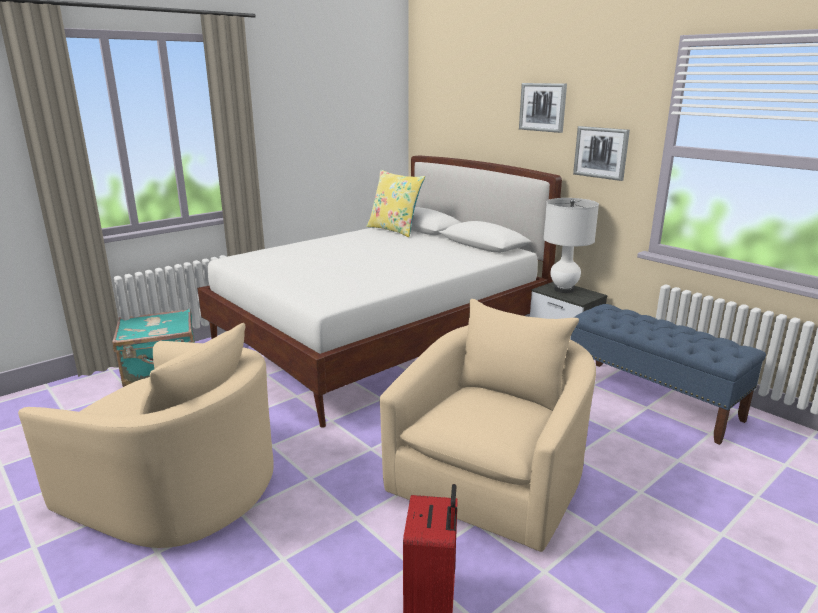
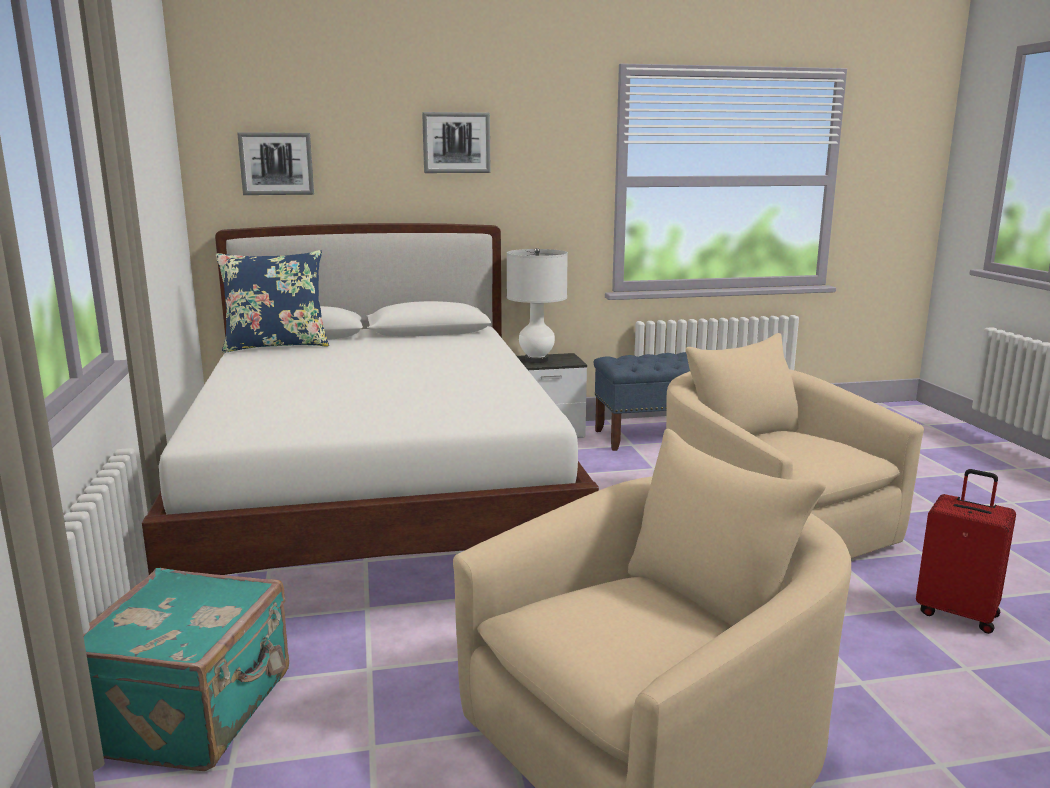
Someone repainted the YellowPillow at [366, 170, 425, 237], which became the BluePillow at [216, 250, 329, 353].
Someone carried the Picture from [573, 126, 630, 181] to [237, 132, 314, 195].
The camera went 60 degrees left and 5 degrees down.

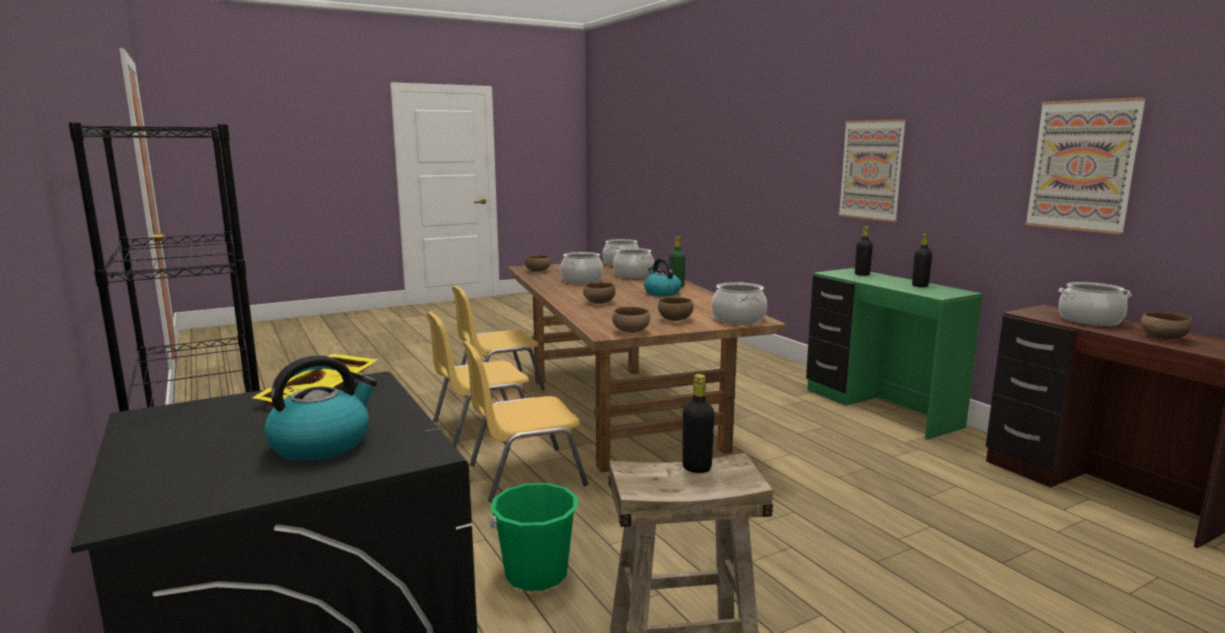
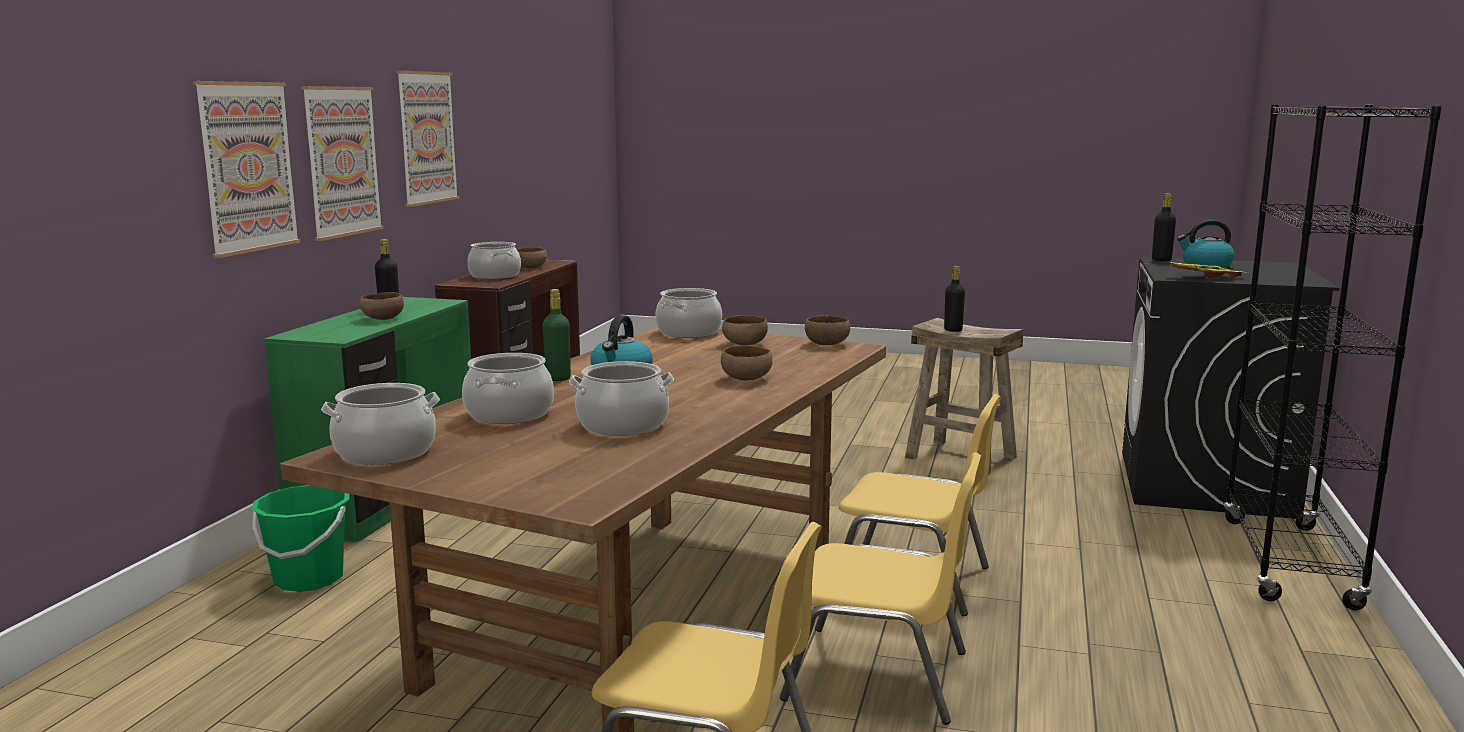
Someone carried the GreenBucket from [489, 483, 578, 591] to [251, 485, 349, 592].
Someone carried the BrownBowl from [525, 255, 551, 272] to [360, 292, 404, 320].
Someone carried the BlackBottle from [855, 226, 873, 276] to [1152, 193, 1176, 261].
Someone put up the Picture at [301, 86, 384, 241].
The camera went 135 degrees left and 0 degrees up.

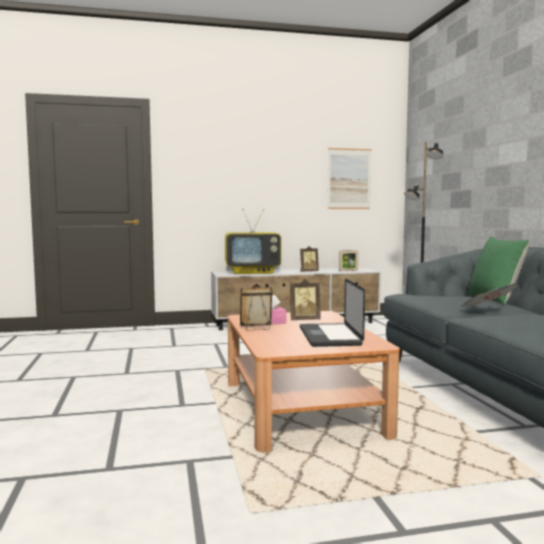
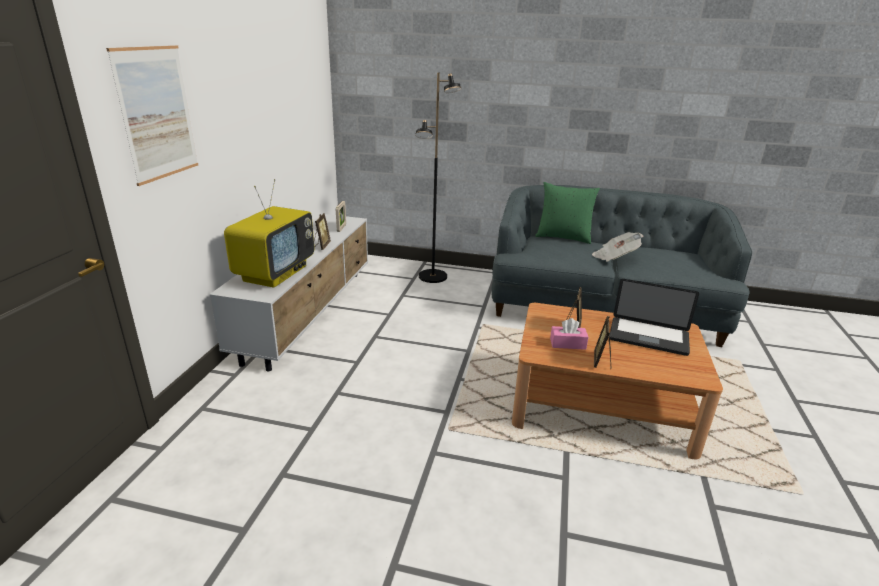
Someone carried the Picture from [327, 148, 371, 209] to [106, 45, 198, 186].
The camera went 65 degrees left and 20 degrees up.

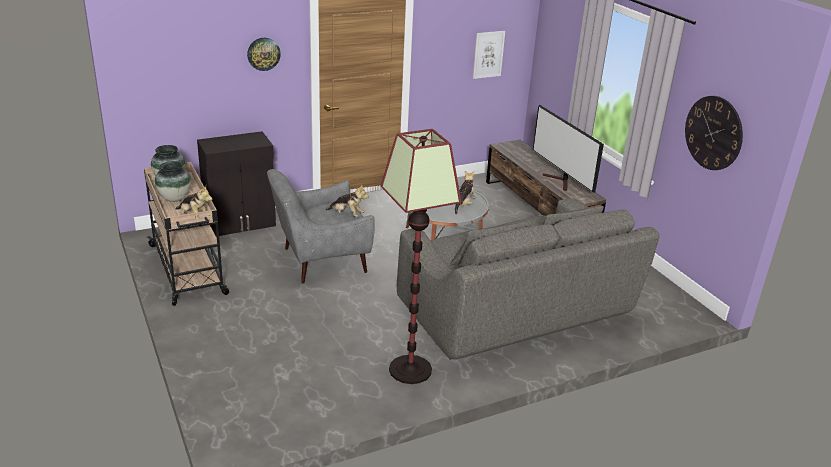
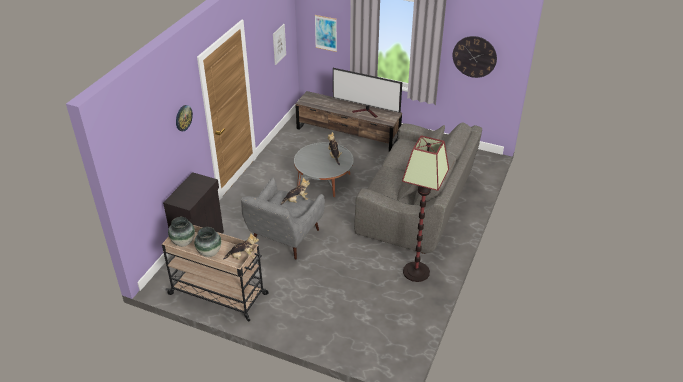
Someone put up the Picture at [315, 15, 337, 52].
The camera went 40 degrees left and 10 degrees up.

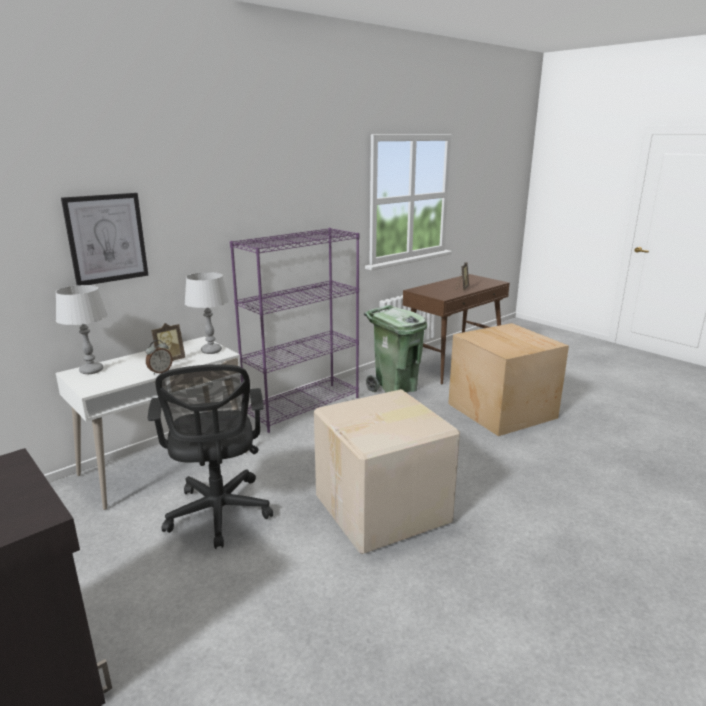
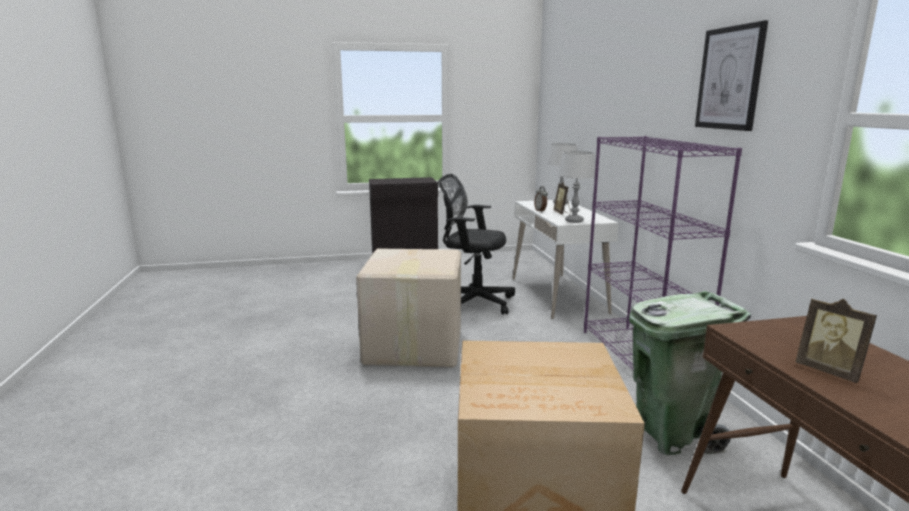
Someone carried the Picture from [61, 193, 148, 285] to [695, 20, 768, 131].
The camera went 120 degrees right and 5 degrees down.

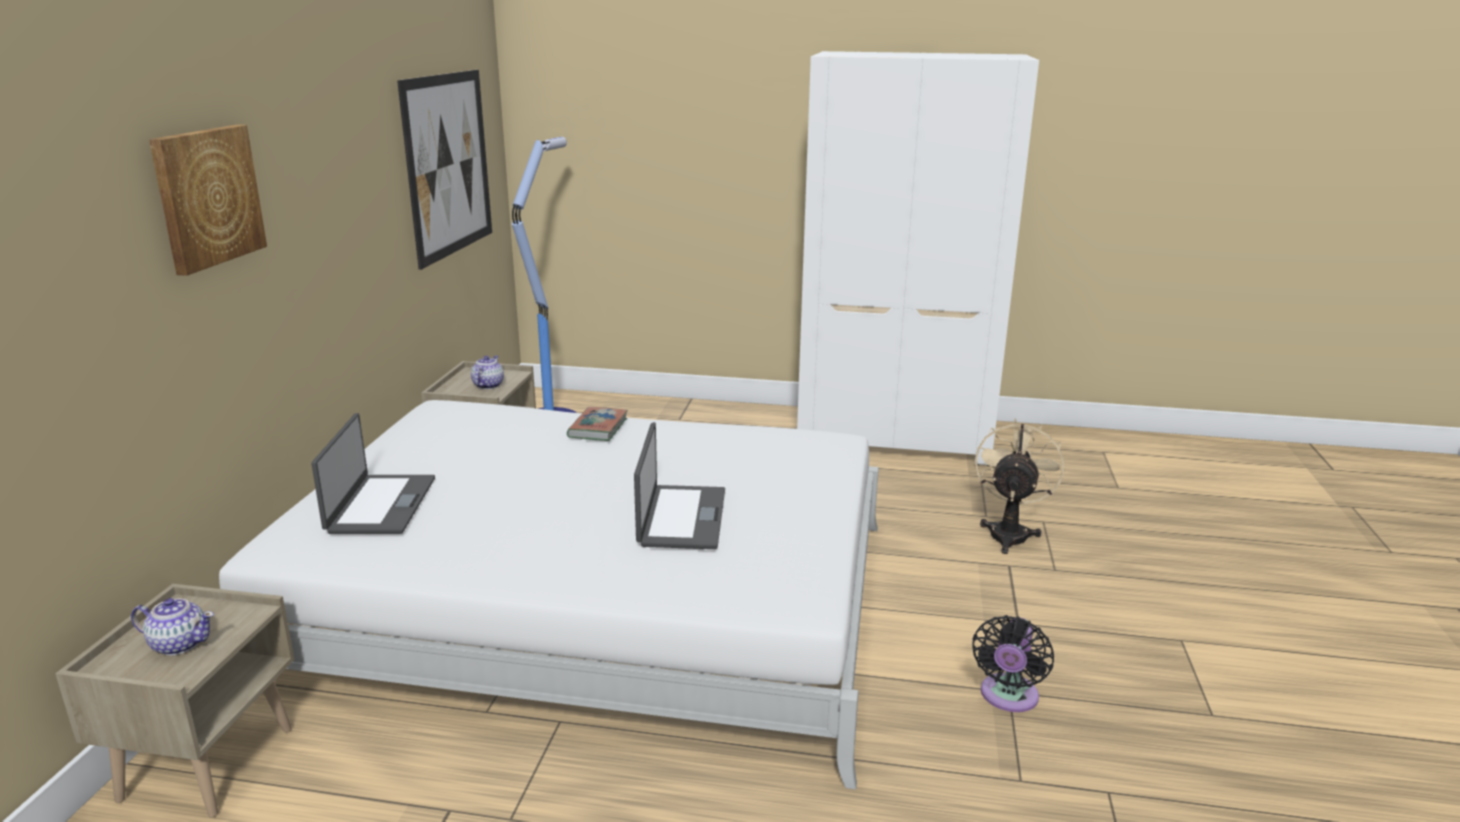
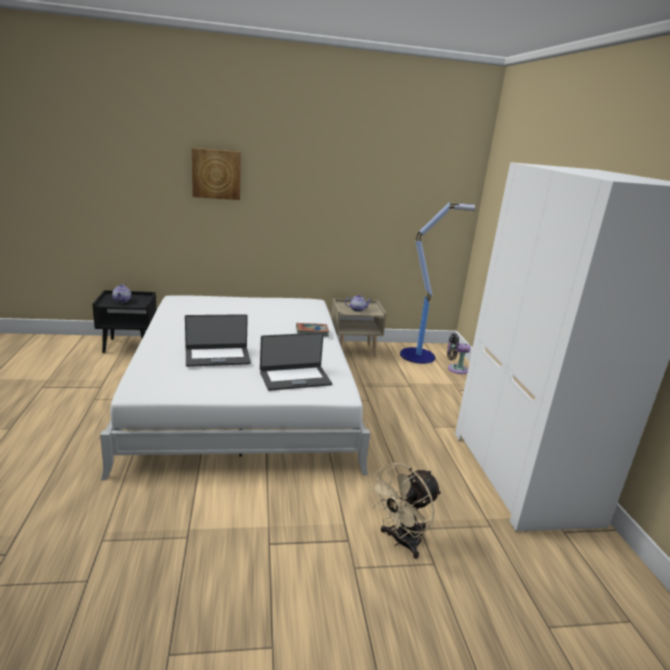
Someone repainted the BeigeNightstand at [55, 584, 295, 818], which became the BlackNightstand at [92, 290, 157, 353].
Someone carried the Laptop from [311, 413, 435, 534] to [260, 333, 332, 391].
Someone took away the Picture at [397, 70, 492, 270].
Someone carried the BlackFan from [972, 615, 1054, 712] to [447, 333, 470, 374].
Someone rotated the BeigeFan at [975, 418, 1064, 554] by 135 degrees clockwise.
The camera went 70 degrees right and 0 degrees up.

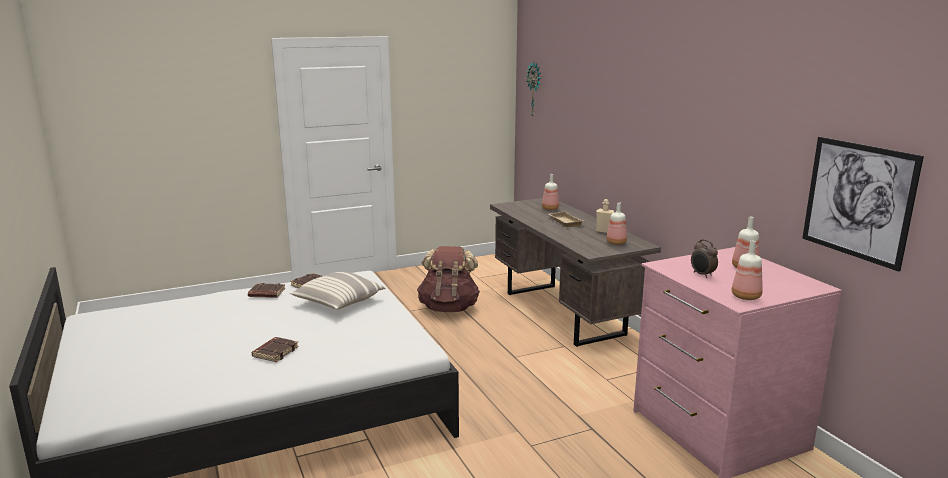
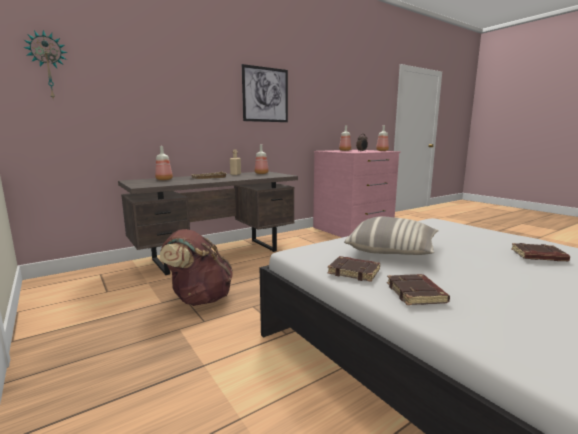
Someone carried the Picture from [803, 137, 924, 272] to [242, 64, 288, 122].
The camera went 100 degrees left and 5 degrees down.

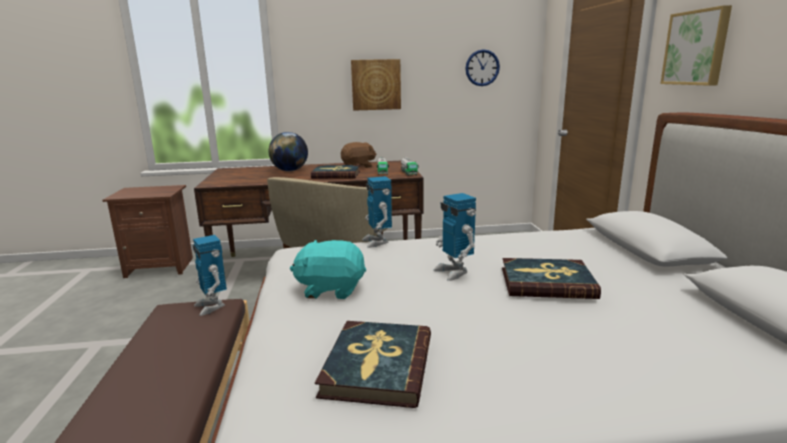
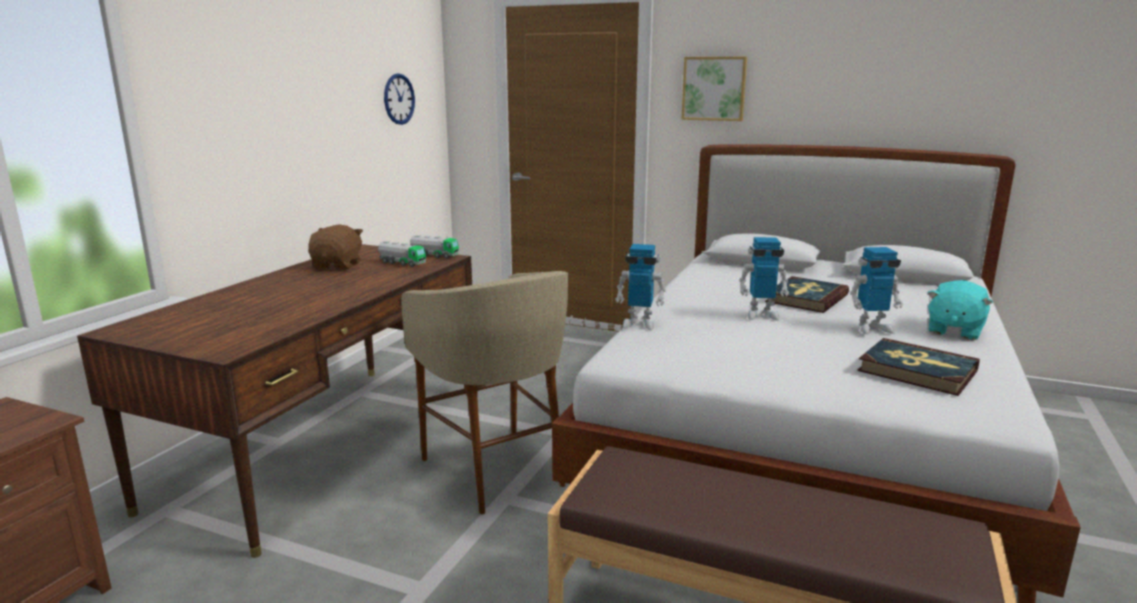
Someone carried the ToyRobot from [193, 235, 227, 316] to [850, 247, 903, 335].
Someone took away the Globe at [269, 132, 308, 171].
Someone carried the TurquoisePlushToy from [290, 240, 366, 299] to [927, 280, 993, 340].
Someone took away the Book at [311, 165, 360, 179].
Someone took away the Picture at [351, 59, 401, 111].
The camera went 60 degrees left and 0 degrees up.

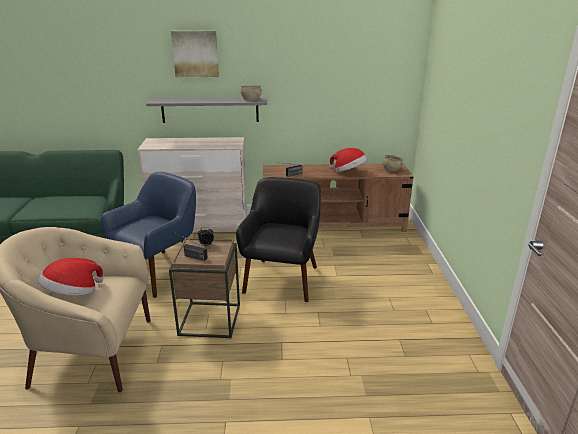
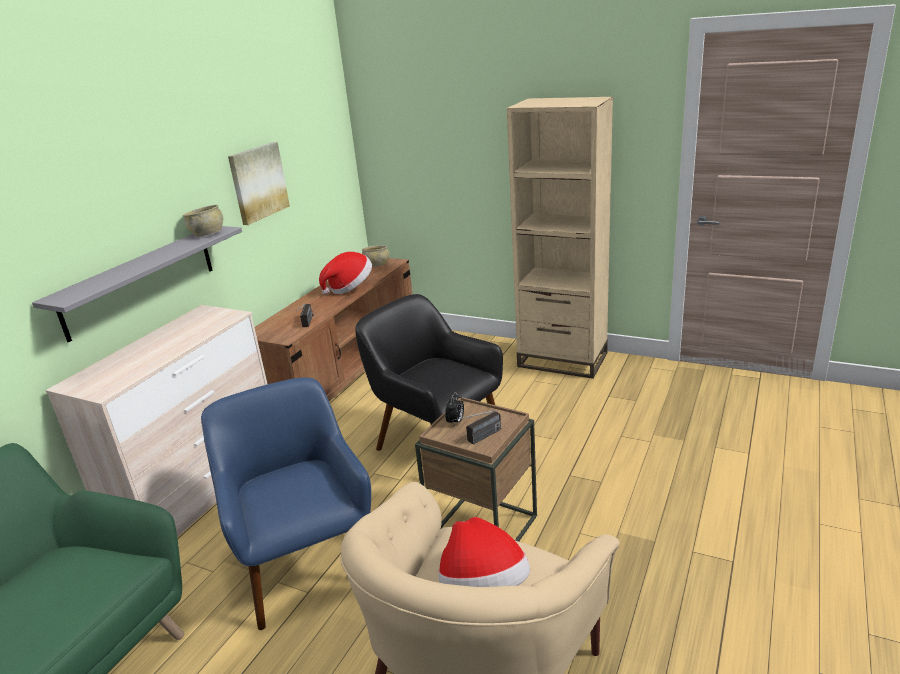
Someone carried the Picture from [171, 31, 219, 77] to [228, 142, 290, 225].
Someone put down the BeigeBookcase at [507, 97, 613, 379].
The camera went 60 degrees left and 0 degrees up.

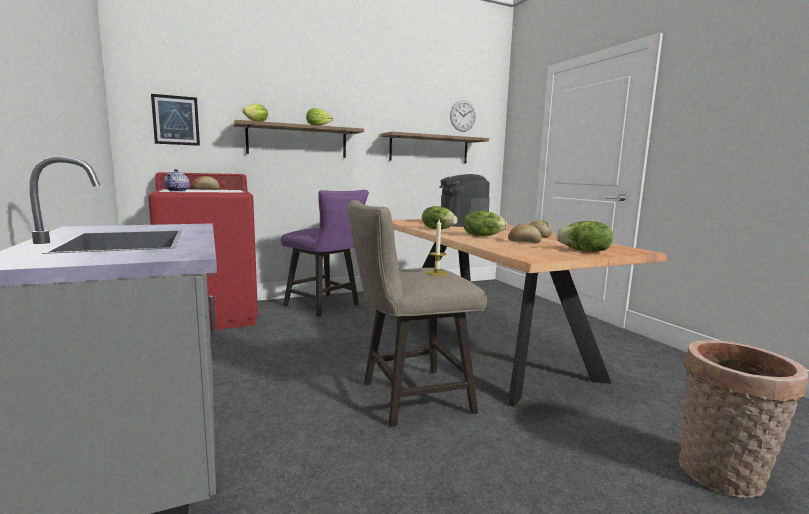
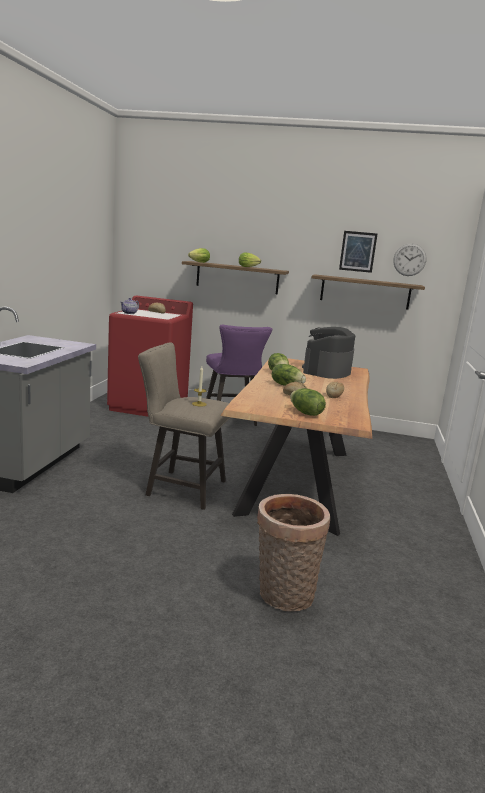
Someone carried the Picture from [151, 94, 200, 146] to [339, 231, 377, 273].
The camera went 35 degrees right and 5 degrees up.

